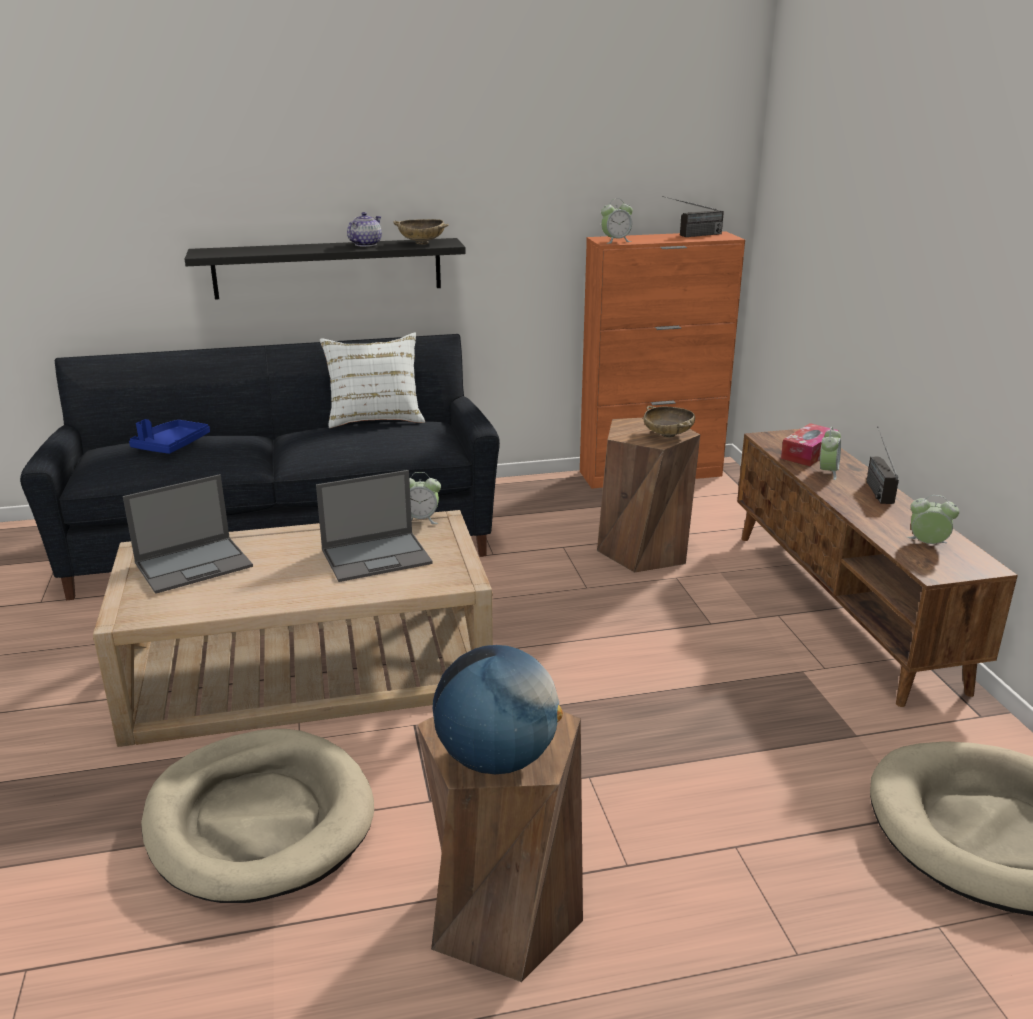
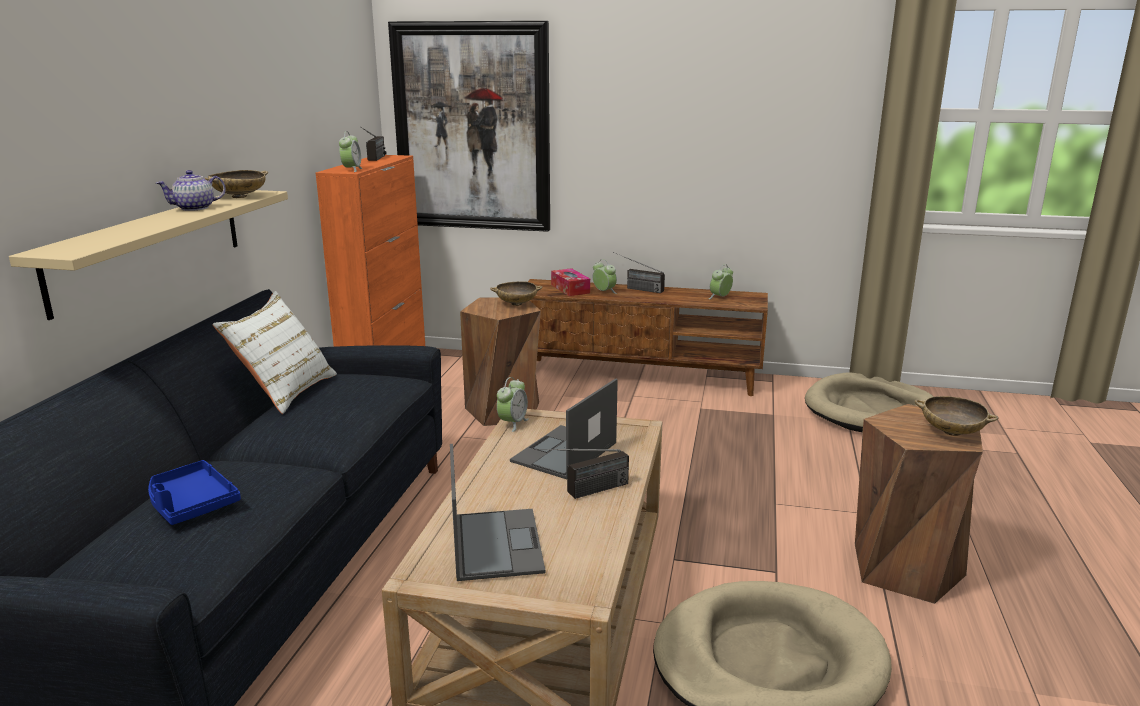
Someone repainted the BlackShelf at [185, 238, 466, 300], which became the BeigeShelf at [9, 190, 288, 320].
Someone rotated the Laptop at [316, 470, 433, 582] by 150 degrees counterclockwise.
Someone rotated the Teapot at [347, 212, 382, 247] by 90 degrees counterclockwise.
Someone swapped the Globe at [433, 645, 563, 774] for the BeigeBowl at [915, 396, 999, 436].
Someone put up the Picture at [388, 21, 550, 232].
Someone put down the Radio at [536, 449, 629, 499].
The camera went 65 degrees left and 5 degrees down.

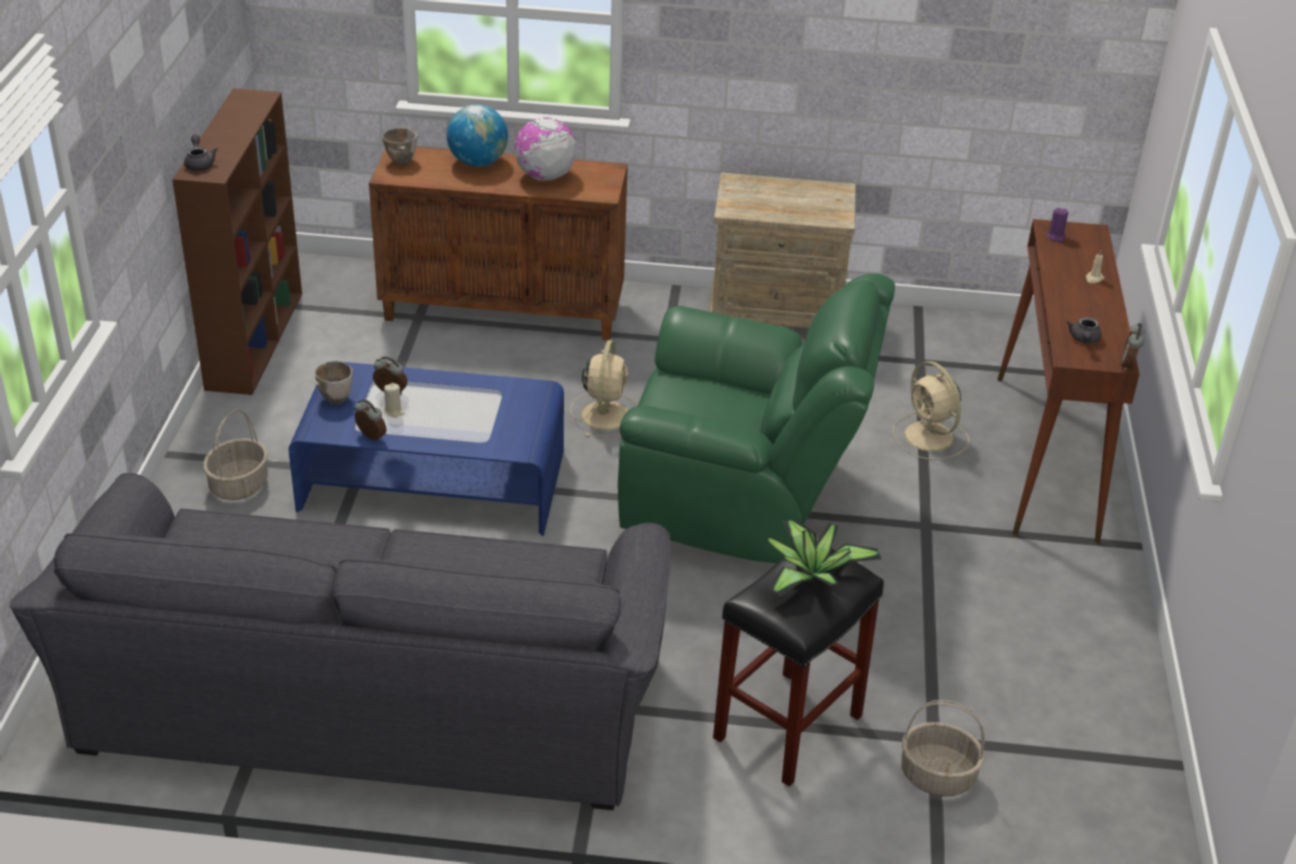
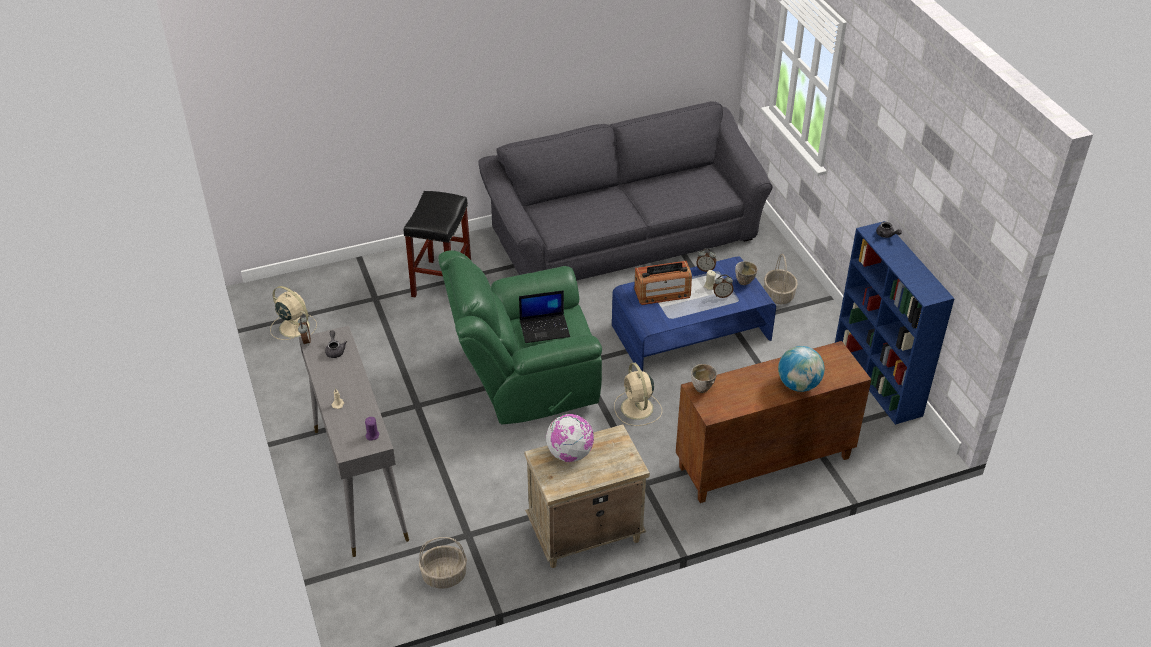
Someone repainted the BrownBookcase at [172, 88, 302, 395], which became the BlueBookcase at [835, 221, 955, 425].
Someone carried the Bowl from [382, 127, 417, 166] to [691, 364, 717, 393].
Someone carried the Globe from [514, 118, 577, 181] to [546, 414, 594, 462].
Someone took away the PottedPlant at [766, 519, 881, 597].
Someone carried the BeigeFan from [892, 361, 969, 460] to [270, 286, 317, 340].
Someone carried the Basket from [901, 700, 985, 796] to [419, 537, 467, 588].
Someone repainted the BrownConsoleTable at [997, 219, 1140, 544], which became the GreyConsoleTable at [299, 326, 409, 557].
Someone put down the Laptop at [519, 290, 570, 343].
Someone put down the Radio at [634, 261, 692, 305].
The camera went 155 degrees right and 5 degrees up.

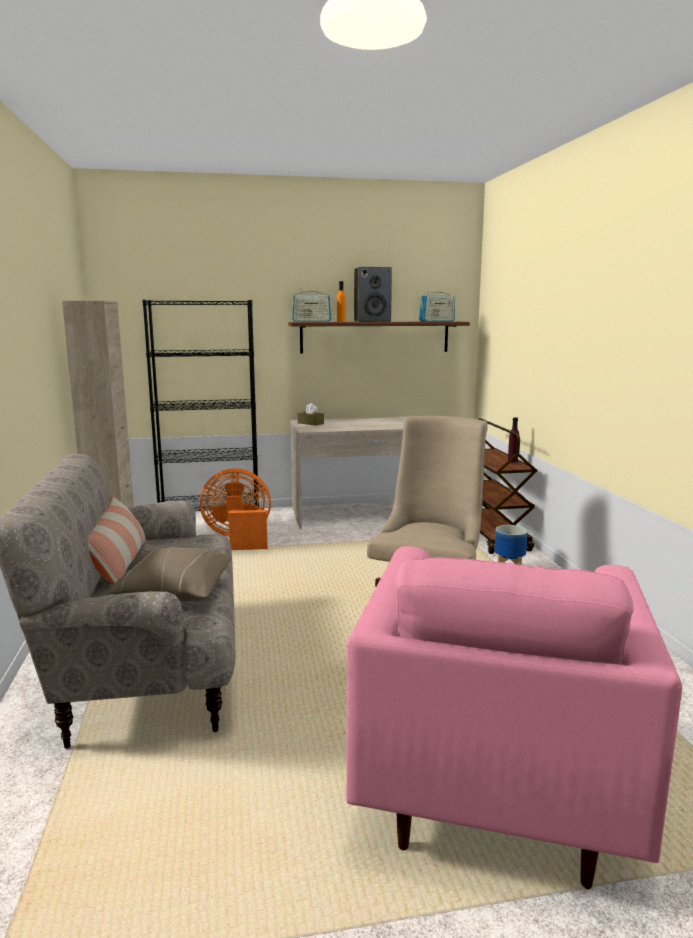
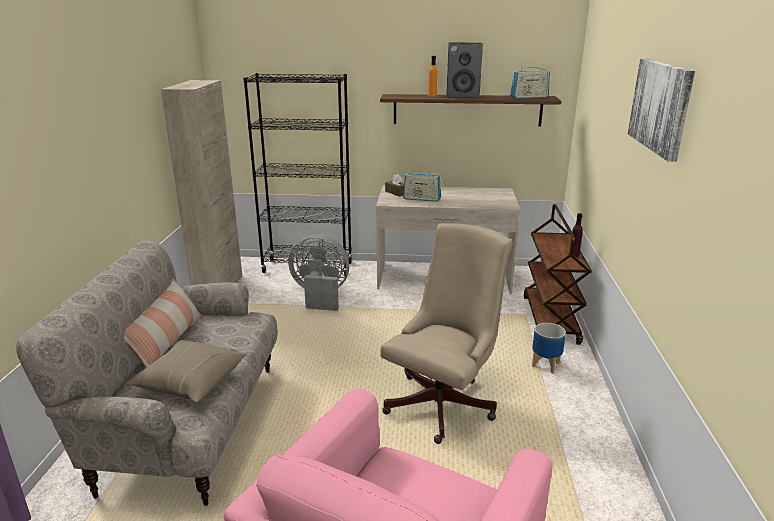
Someone repainted the OrangeFan at [200, 468, 271, 550], which became the GreyFan at [288, 234, 349, 311].
Someone carried the Radio from [292, 288, 331, 322] to [403, 168, 441, 202].
Someone put up the Picture at [628, 59, 695, 162].
The camera went 15 degrees right and 10 degrees up.

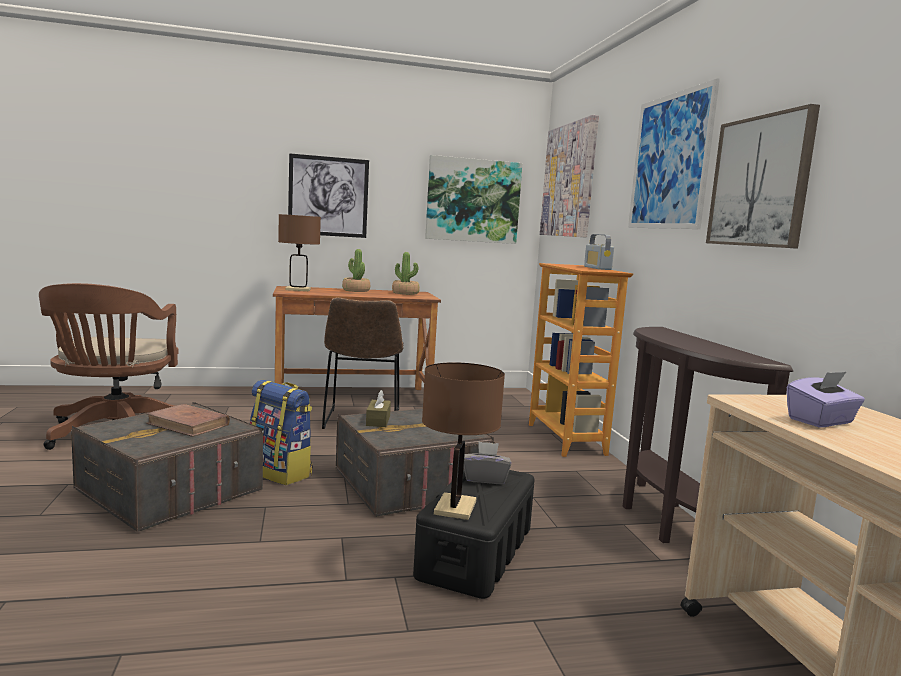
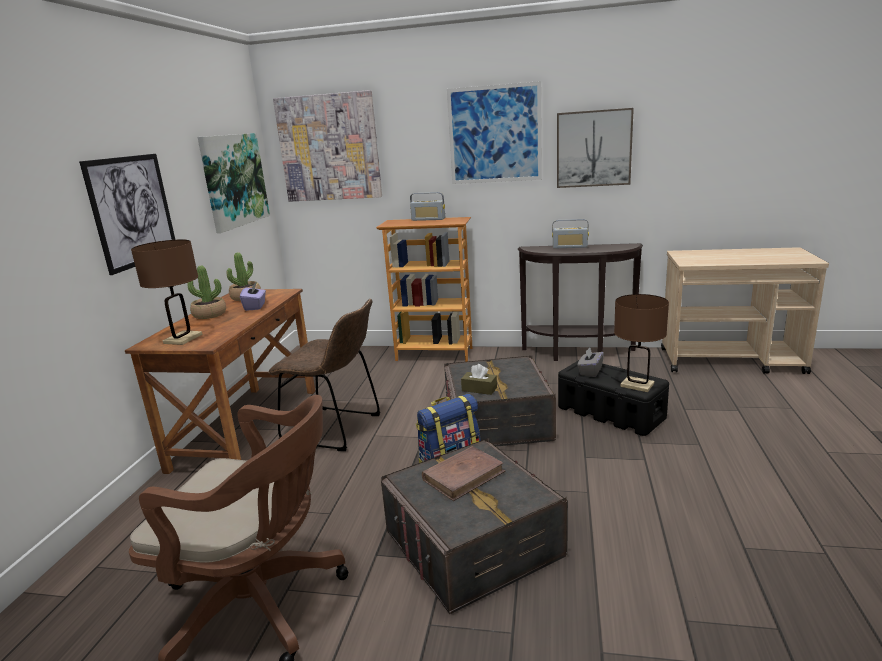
Someone carried the PurpleTissueBox from [787, 372, 865, 428] to [240, 283, 266, 311].
Someone put down the Radio at [552, 219, 589, 249].
The camera went 65 degrees left and 10 degrees up.

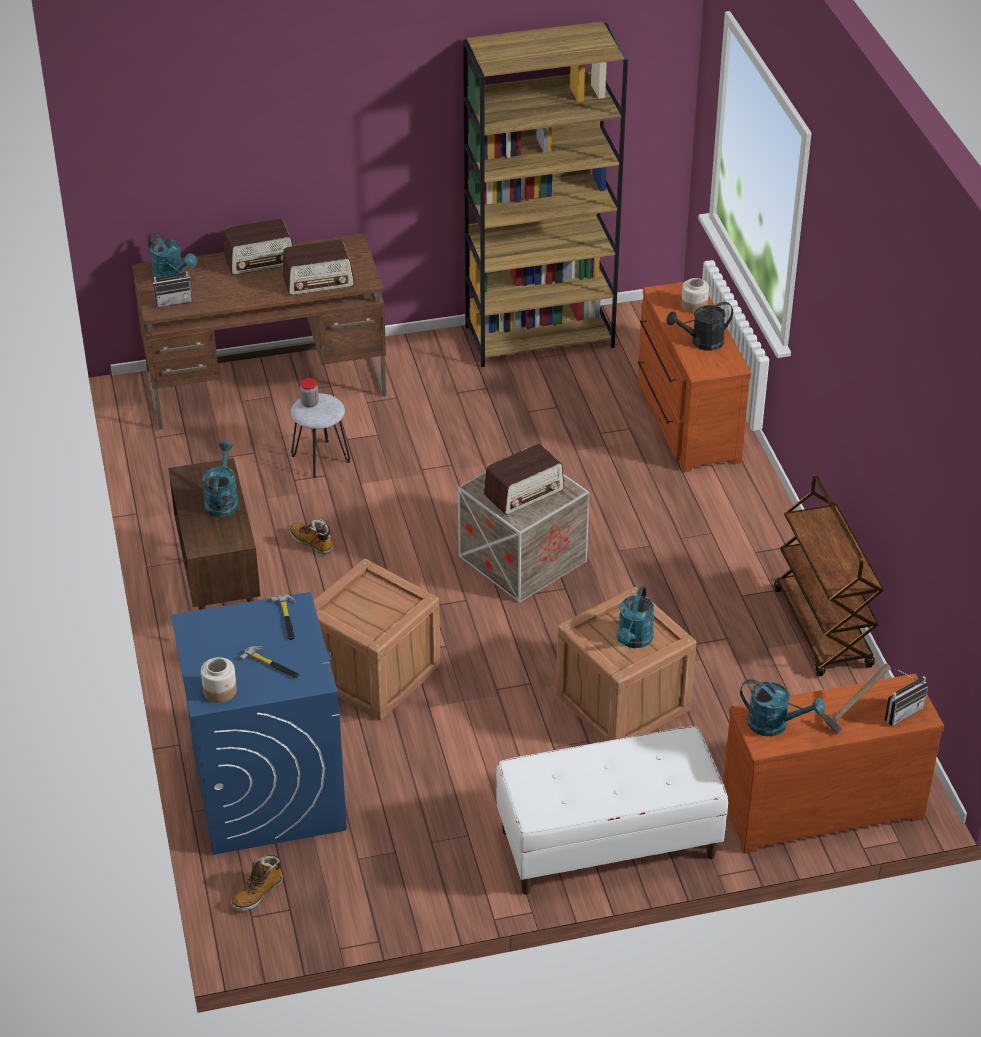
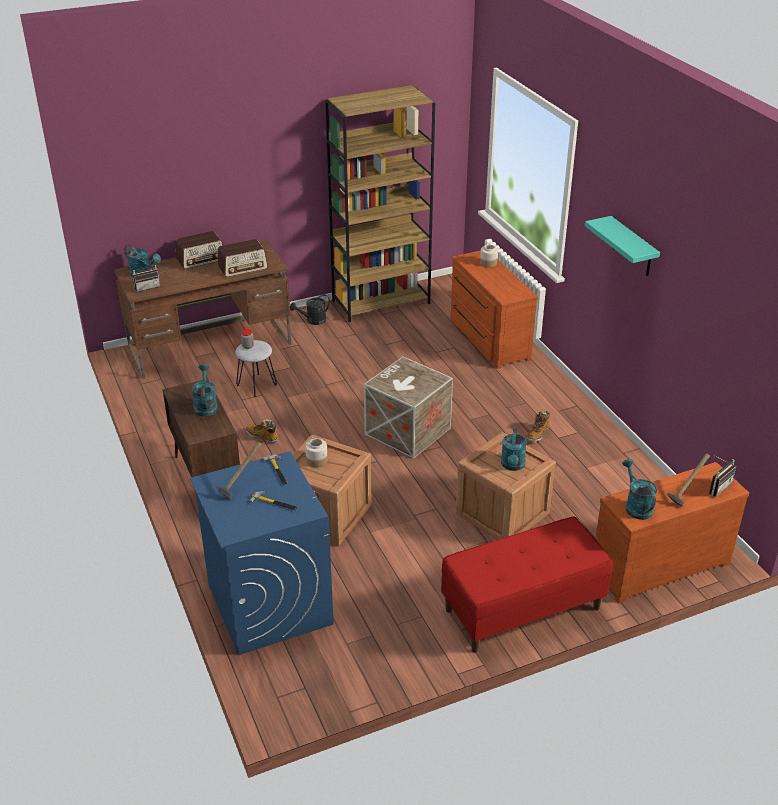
Someone carried the Jar from [201, 657, 237, 703] to [305, 438, 328, 467].
Someone carried the Boot from [231, 855, 283, 911] to [527, 411, 550, 442].
Someone took away the Radio at [484, 444, 564, 515].
Someone repainted the WhiteBench at [496, 726, 728, 895], which became the RedBench at [441, 517, 613, 653].
Someone carried the BlackWateringCan from [666, 302, 733, 351] to [290, 295, 330, 325].
Someone rotated the TurquoiseWateringCan at [740, 679, 825, 736] by 120 degrees counterclockwise.
Someone took away the BrownCart at [774, 476, 884, 677].
Someone put down the Hammer at [215, 442, 262, 500].
Someone put up the TurquoiseShelf at [585, 216, 660, 276].
The camera went 10 degrees left and 5 degrees down.

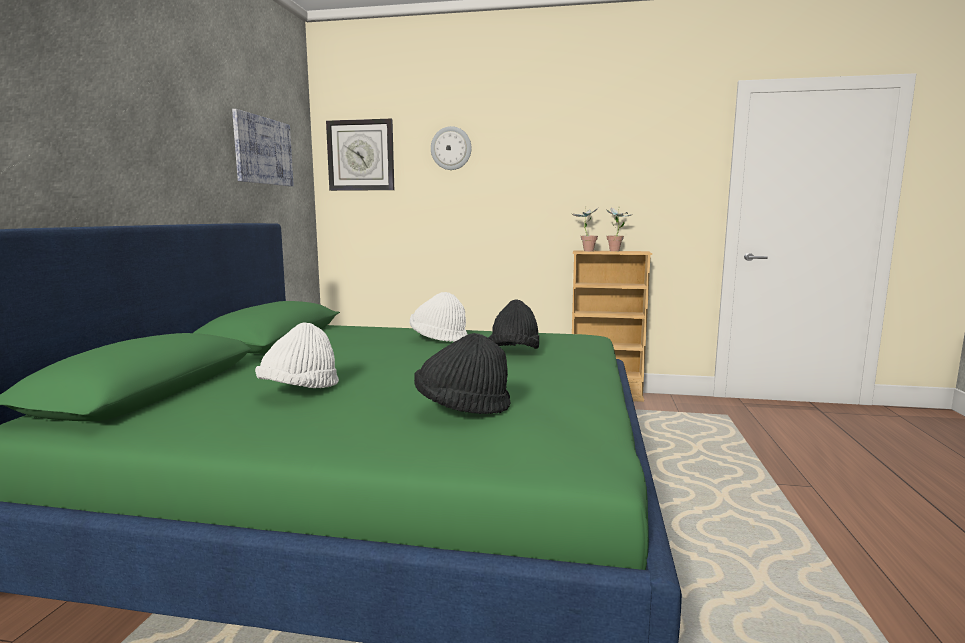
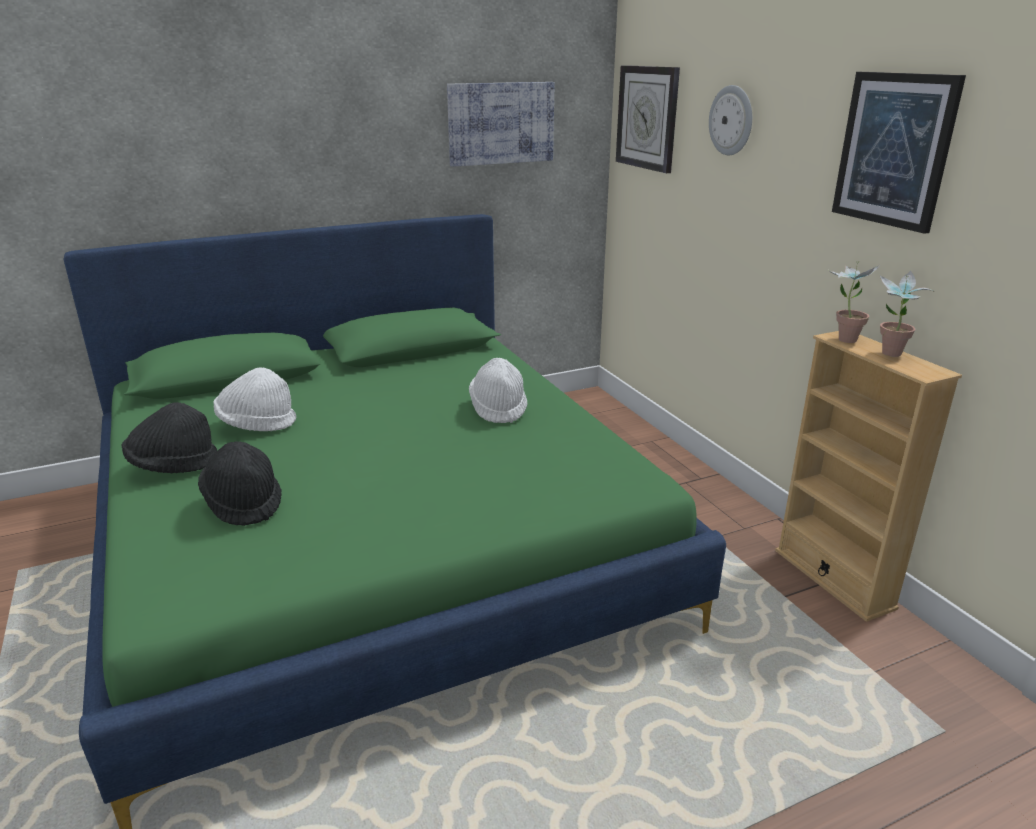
Someone carried the BlackHat from [488, 300, 539, 349] to [122, 402, 217, 473].
Someone put up the Picture at [832, 72, 966, 234].
The camera went 55 degrees right and 15 degrees up.

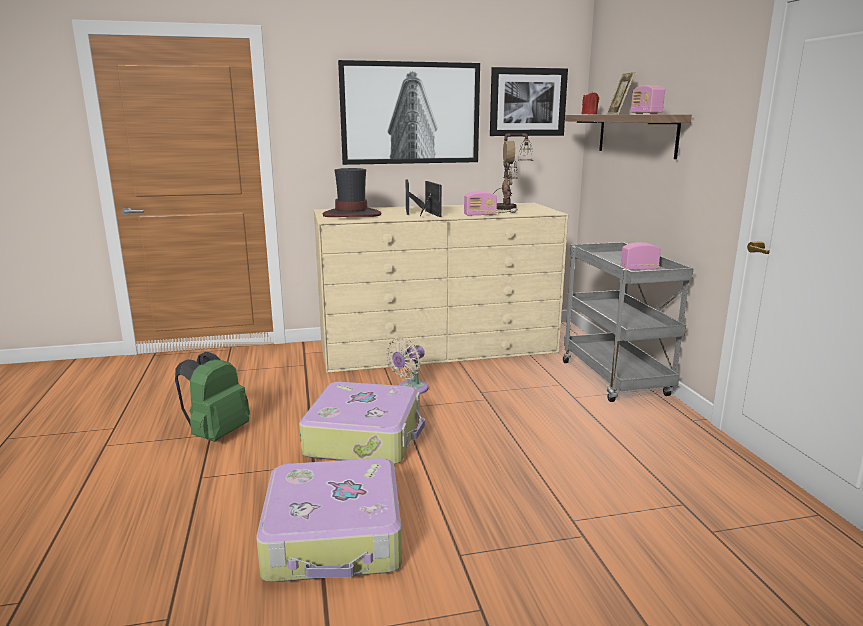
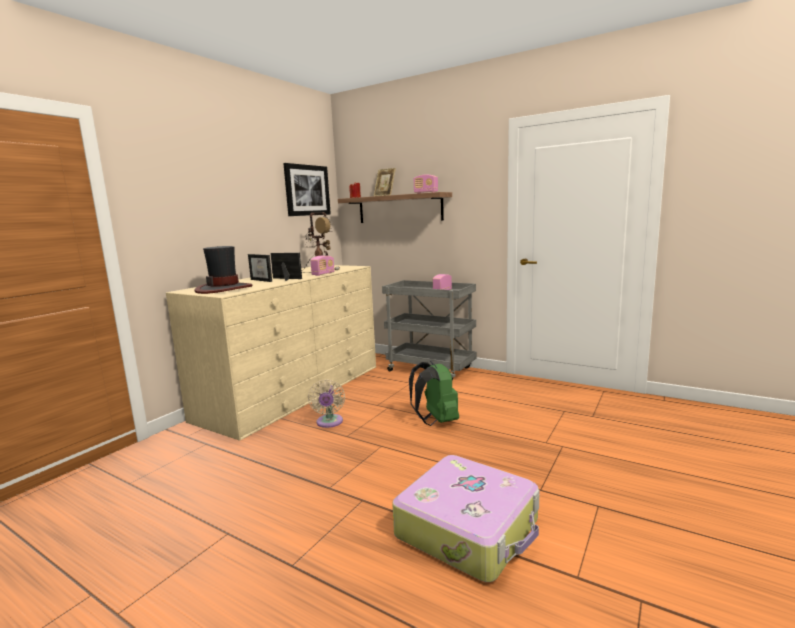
Someone carried the GreenBackpack from [175, 352, 250, 442] to [409, 361, 459, 426].
Someone took away the Suitcase at [299, 382, 425, 464].
Someone took away the Picture at [338, 60, 480, 165].
The camera went 45 degrees left and 5 degrees down.

